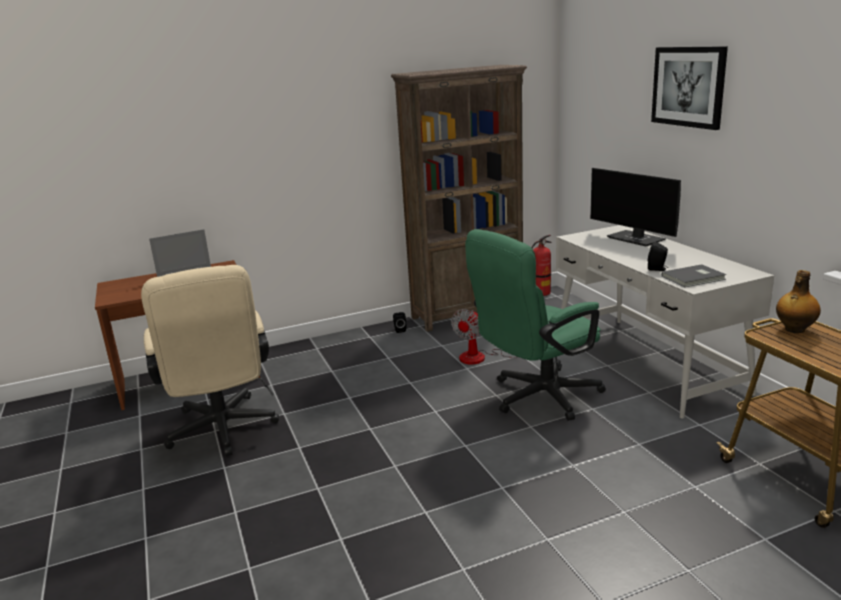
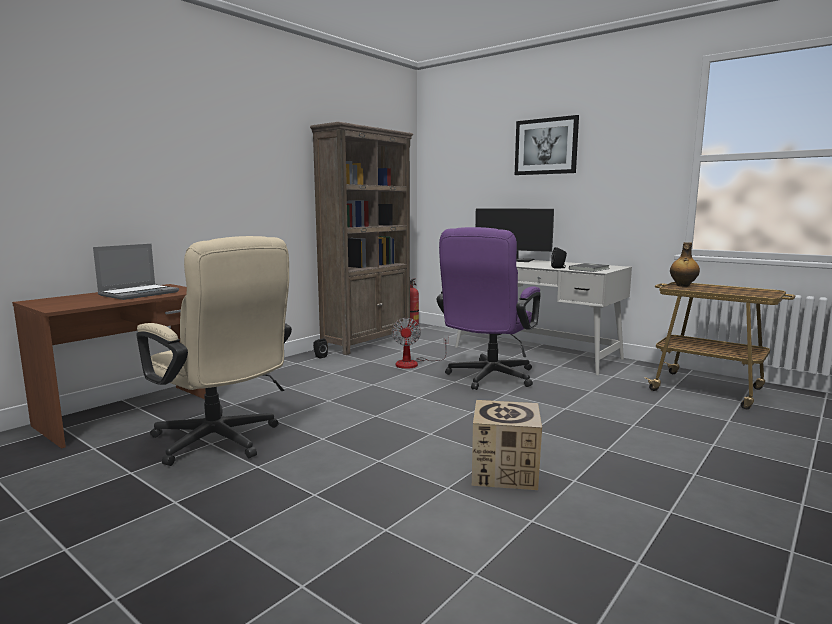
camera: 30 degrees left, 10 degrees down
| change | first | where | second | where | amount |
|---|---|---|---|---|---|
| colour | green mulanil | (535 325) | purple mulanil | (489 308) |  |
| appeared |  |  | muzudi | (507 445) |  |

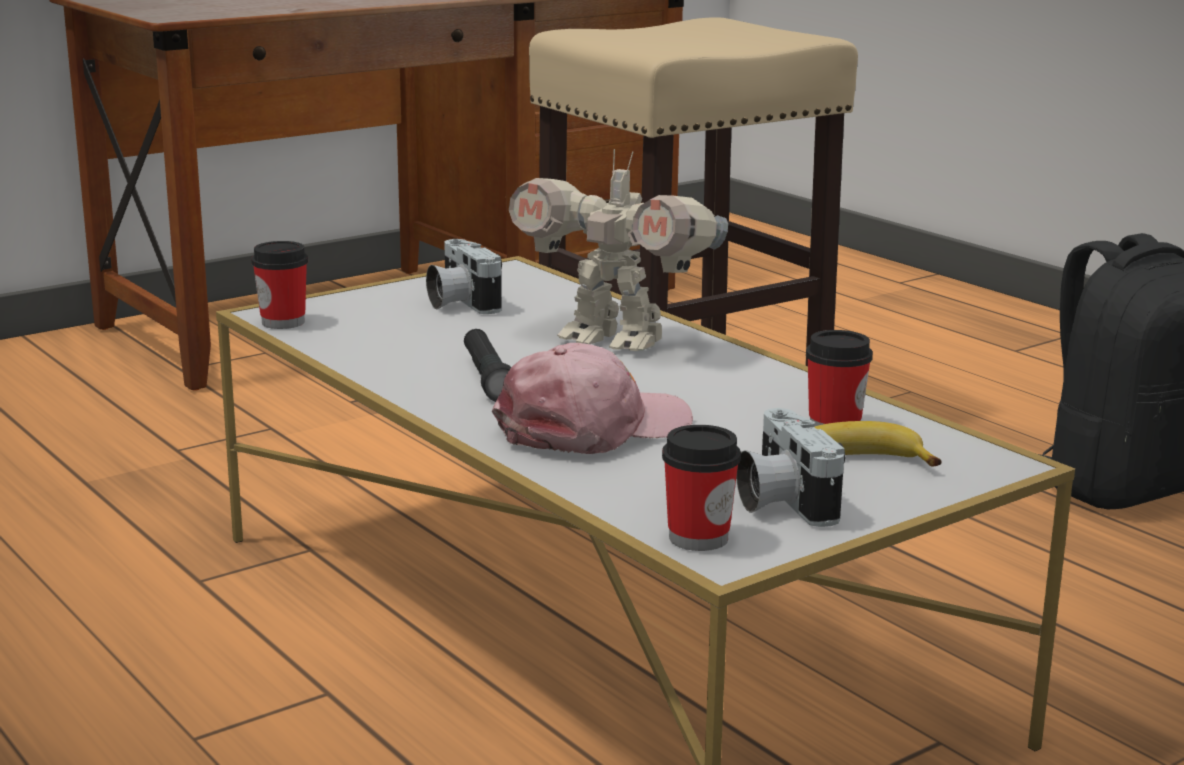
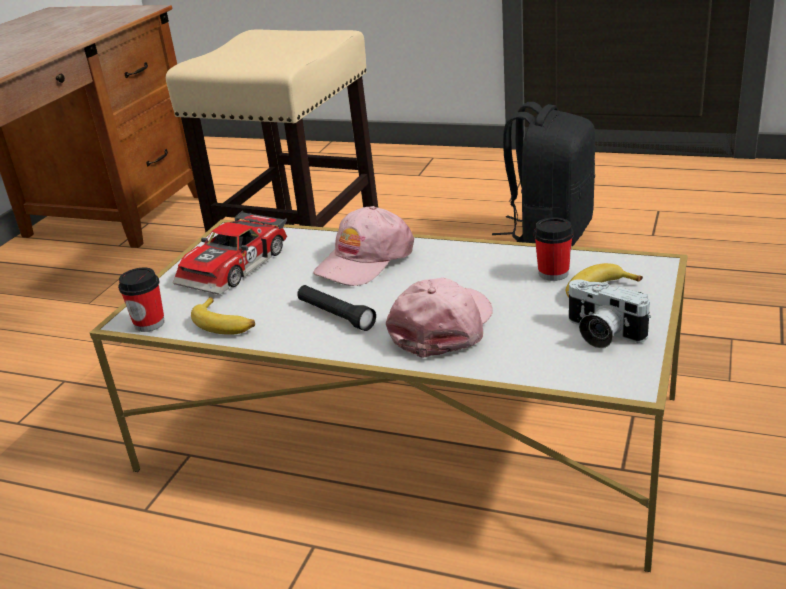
camera: 30 degrees left, 10 degrees up
| change | first | where | second | where | amount |
|---|---|---|---|---|---|
| exchanged | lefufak | (464 276) | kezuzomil | (230 253) |  |
| exchanged | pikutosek | (618 250) | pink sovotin | (363 246) |  |
| missing | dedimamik | (701 488) |  |  |  |
| appeared |  |  | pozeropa | (223 316) |  |

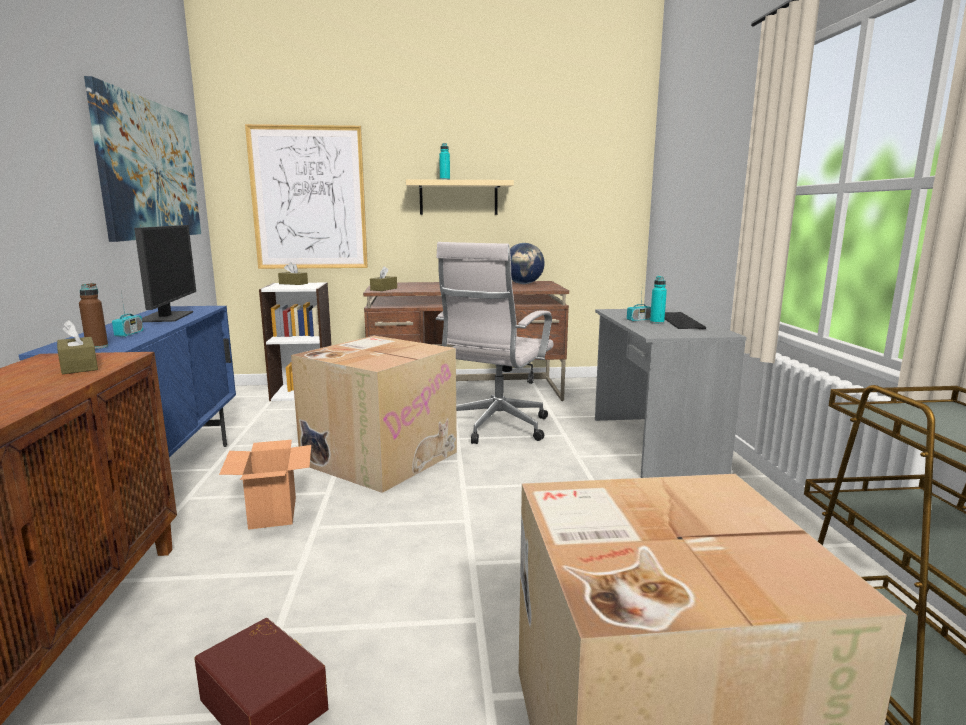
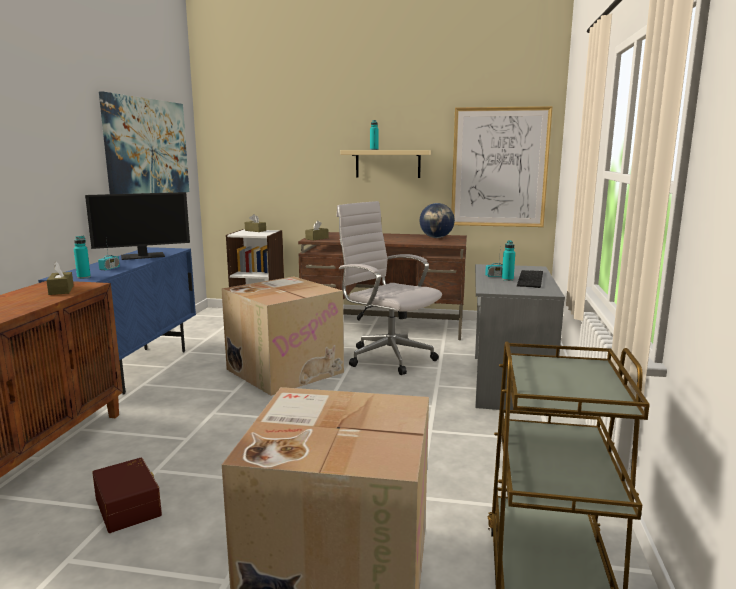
camera: 15 degrees right, 0 degrees up
| change | first | where | second | where | amount |
|---|---|---|---|---|---|
| colour | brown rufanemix | (93 316) | turquoise rufanemix | (82 257) |  |
| spun | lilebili | (165 273) |  | (137 226) | 60 degrees clockwise |
| missing | muzudi | (265 485) |  |  |  |
| relocated | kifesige | (306 196) |  | (502 166) |  |
| spun | white mulanil | (495 343) |  | (389 288) | 90 degrees clockwise |

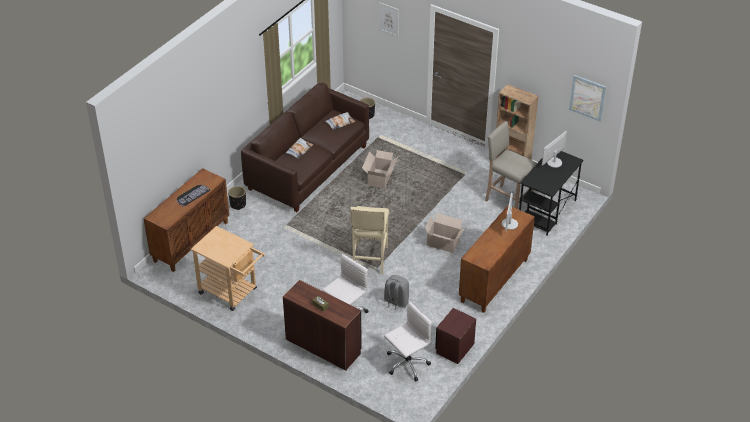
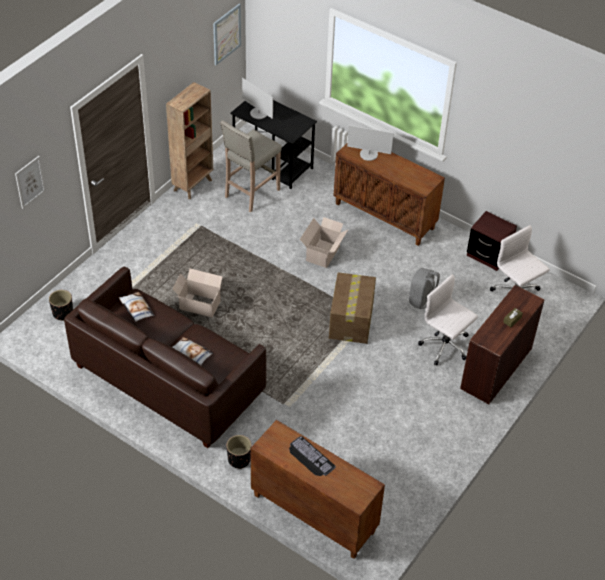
camera: 90 degrees left, 5 degrees up
| change | first | where | second | where | amount |
|---|---|---|---|---|---|
| missing | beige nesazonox | (228 268) |  |  |  |
| exchanged | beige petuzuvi | (369 240) | muzudi | (352 308) |  |

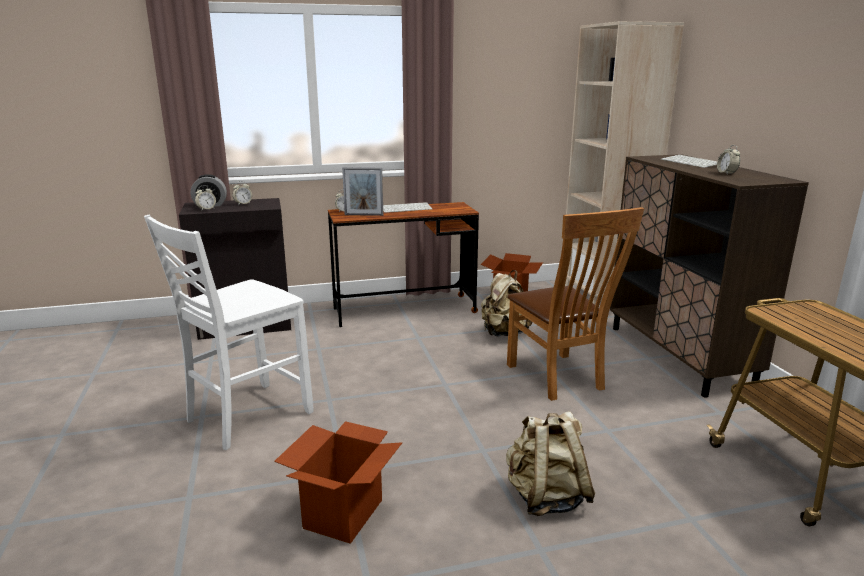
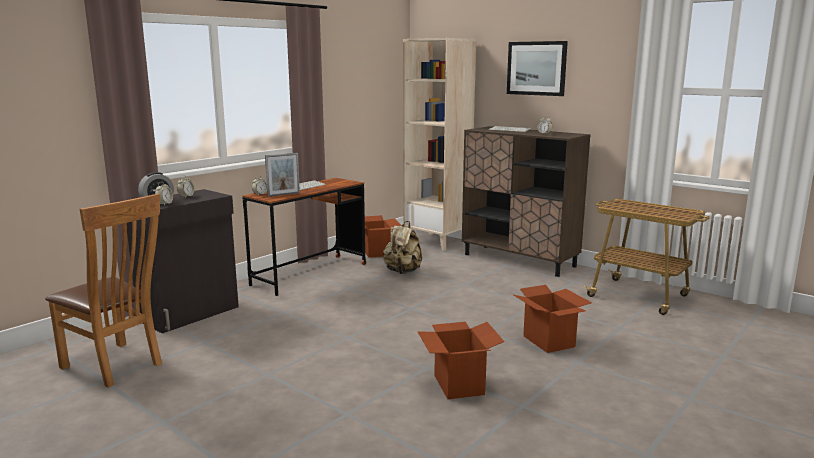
camera: 35 degrees left, 5 degrees down
| change | first | where | second | where | amount |
|---|---|---|---|---|---|
| missing | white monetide | (229 332) |  |  |  |
| exchanged | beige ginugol | (550 463) | muzudi | (553 319) |  |
| relocated | brown monetide | (575 304) |  | (103 291) |  |
| appeared |  |  | kifesige | (537 68) |  |

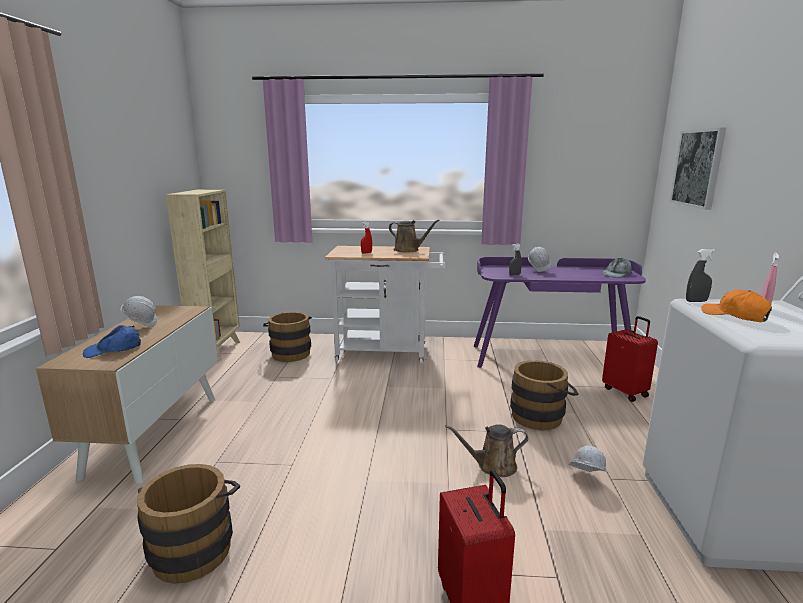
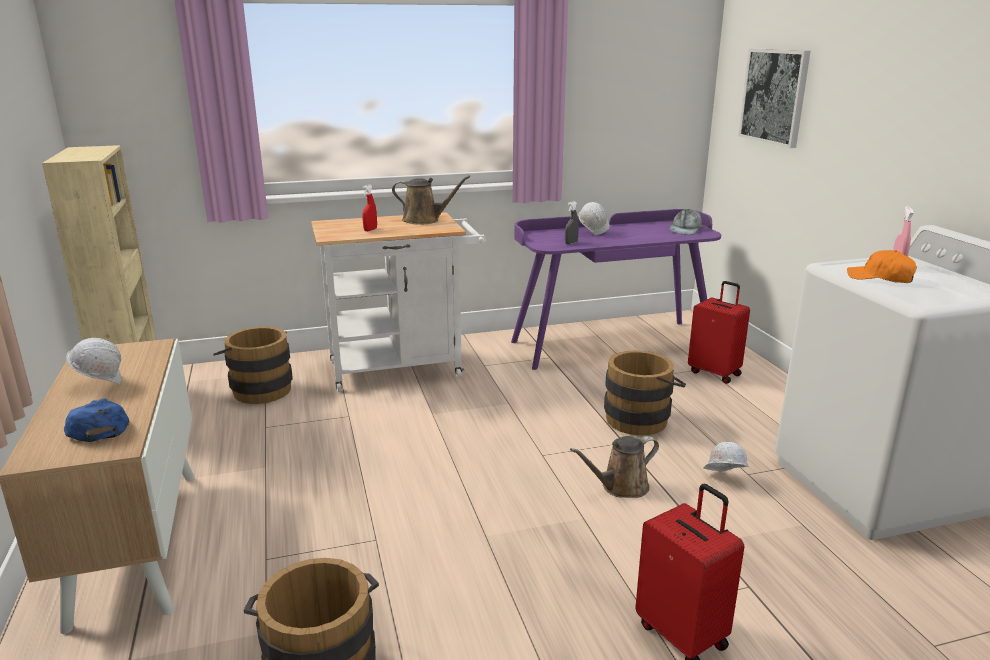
camera: 20 degrees left, 5 degrees up
| change | first | where | second | where | amount |
|---|---|---|---|---|---|
| spun | blue sovotin | (112 341) |  | (96 420) | 105 degrees clockwise |
| missing | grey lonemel | (701 275) |  |  |  |

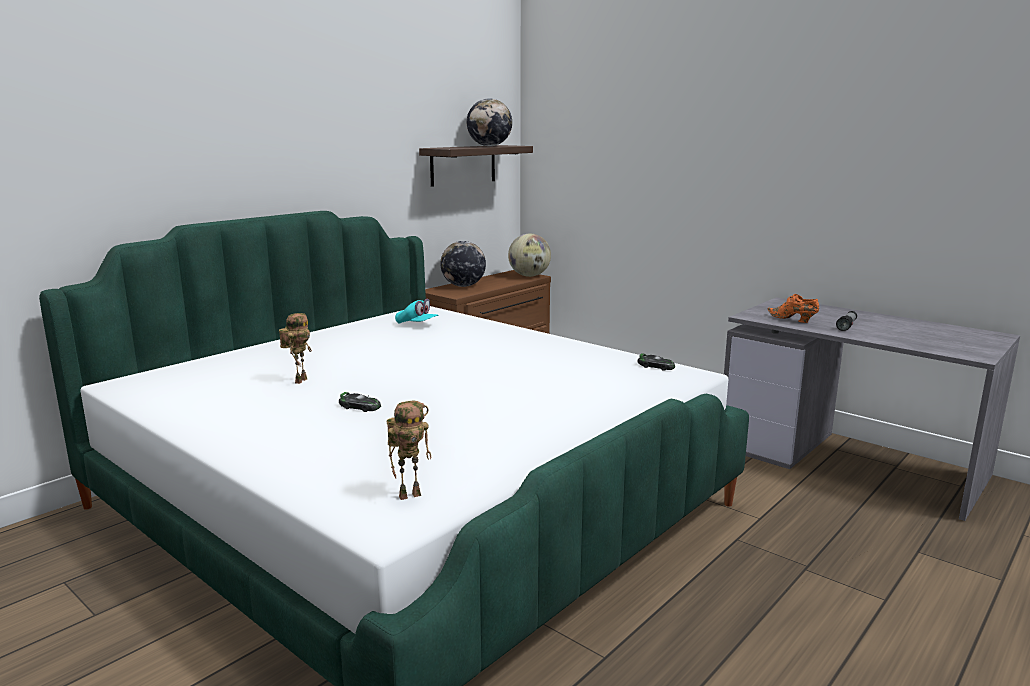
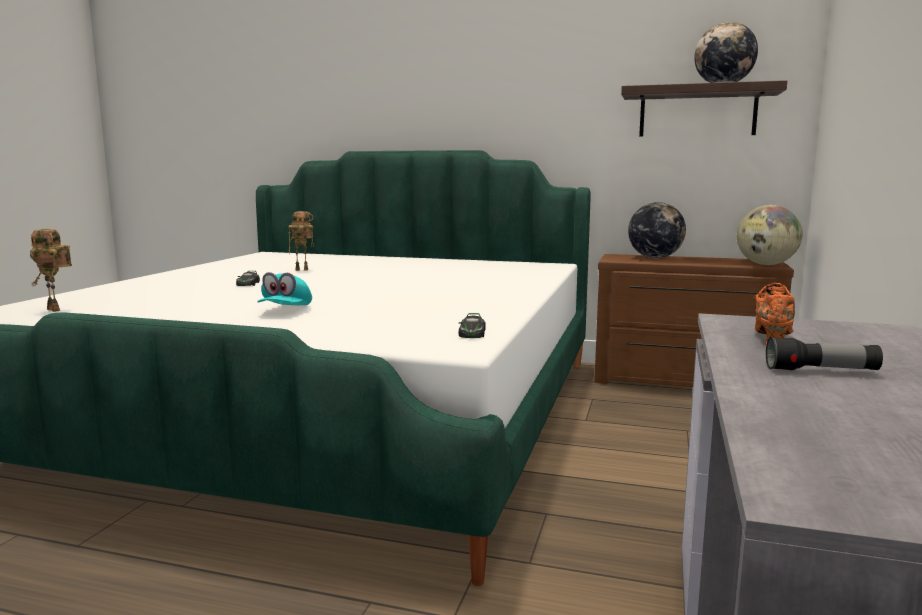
camera: 65 degrees right, 5 degrees down
| change | first | where | second | where | amount |
|---|---|---|---|---|---|
| relocated | turquoise sovotin | (417 311) |  | (284 288) |  |

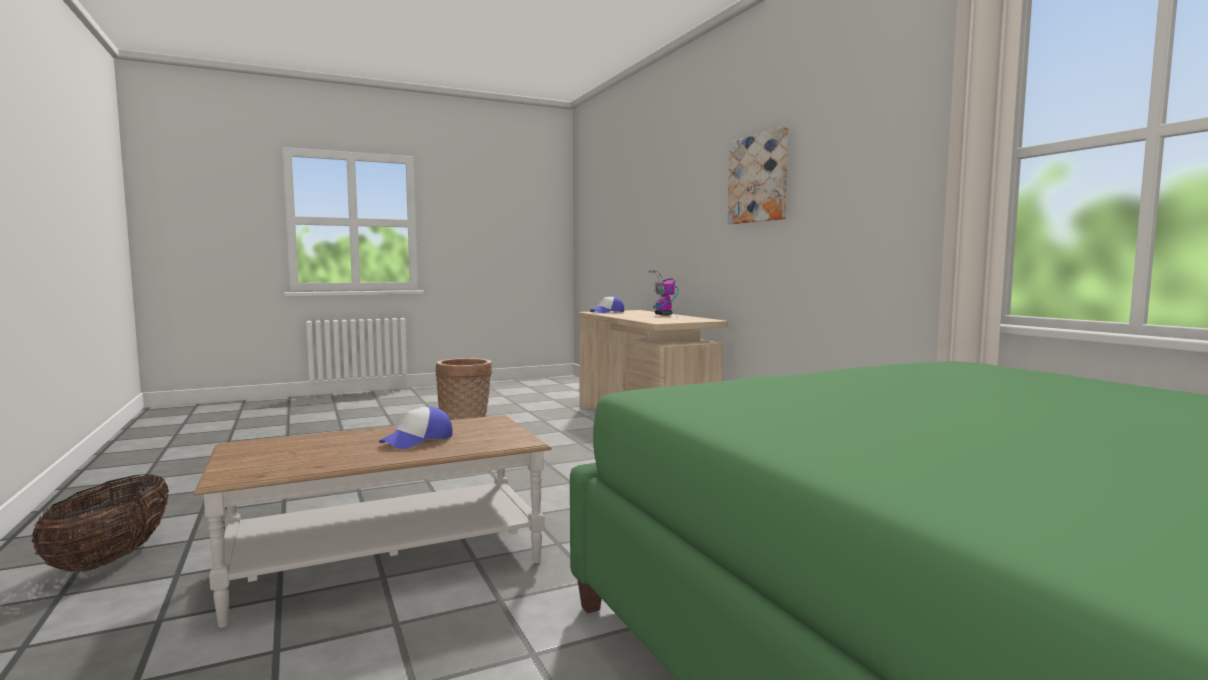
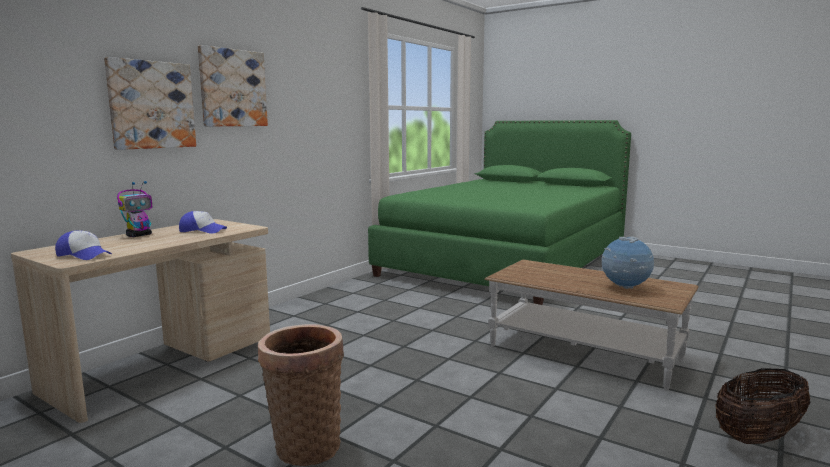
camera: 120 degrees left, 5 degrees up
| change | first | where | second | where | amount |
|---|---|---|---|---|---|
| relocated | sovotin | (416 427) |  | (203 222) |  |
| appeared |  |  | kifesige | (150 103) |  |
| appeared |  |  | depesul | (628 262) |  |

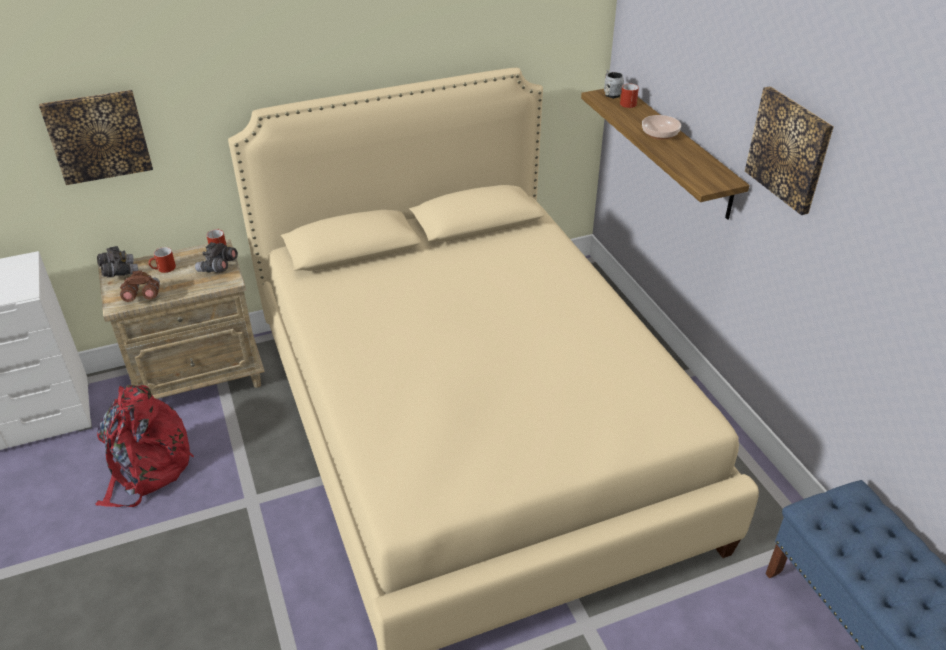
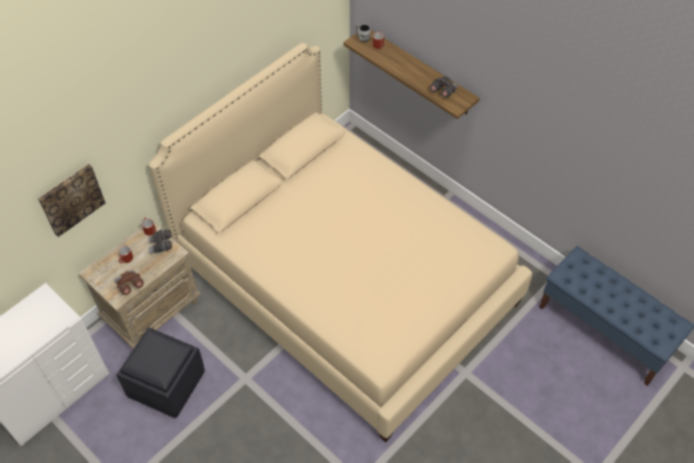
camera: 25 degrees left, 15 degrees up
| change | first | where | second | where | amount |
|---|---|---|---|---|---|
| exchanged | red ginugol | (144 446) | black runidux | (160 372) |  |
| relocated | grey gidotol | (117 261) |  | (444 86) |  |
| missing | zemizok | (661 127) |  |  |  |
| missing | kifesige | (789 150) |  |  |  |

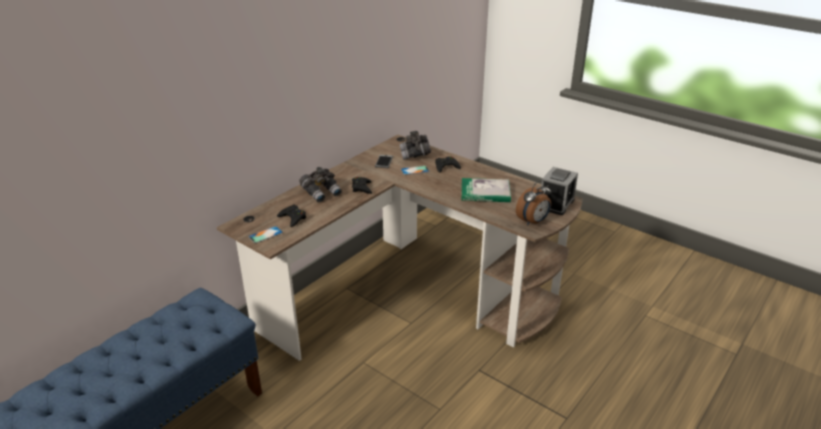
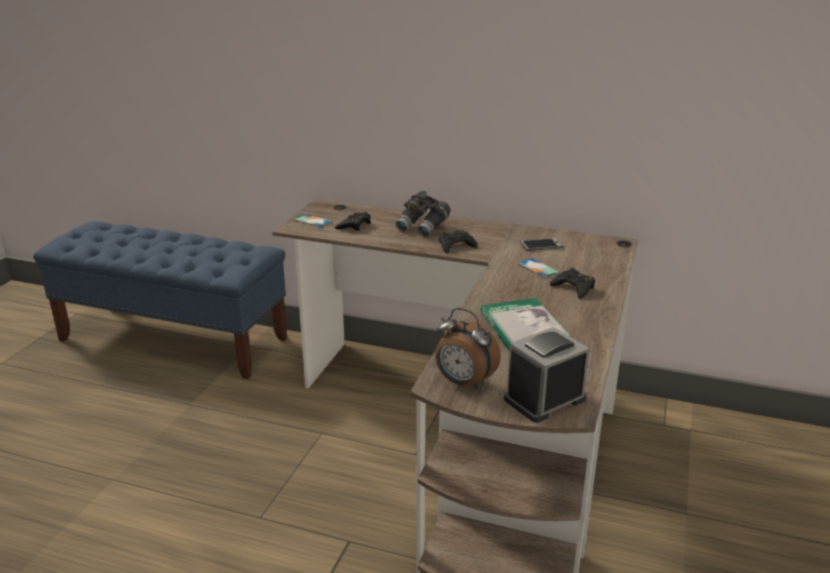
camera: 70 degrees right, 5 degrees down
| change | first | where | second | where | amount |
|---|---|---|---|---|---|
| missing | grey gidotol | (415 145) |  |  |  |
| spun | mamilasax | (559 191) |  | (546 375) | 135 degrees clockwise |

